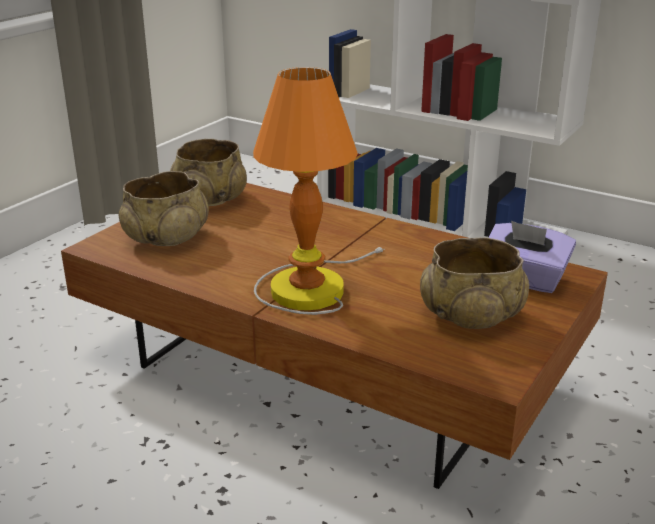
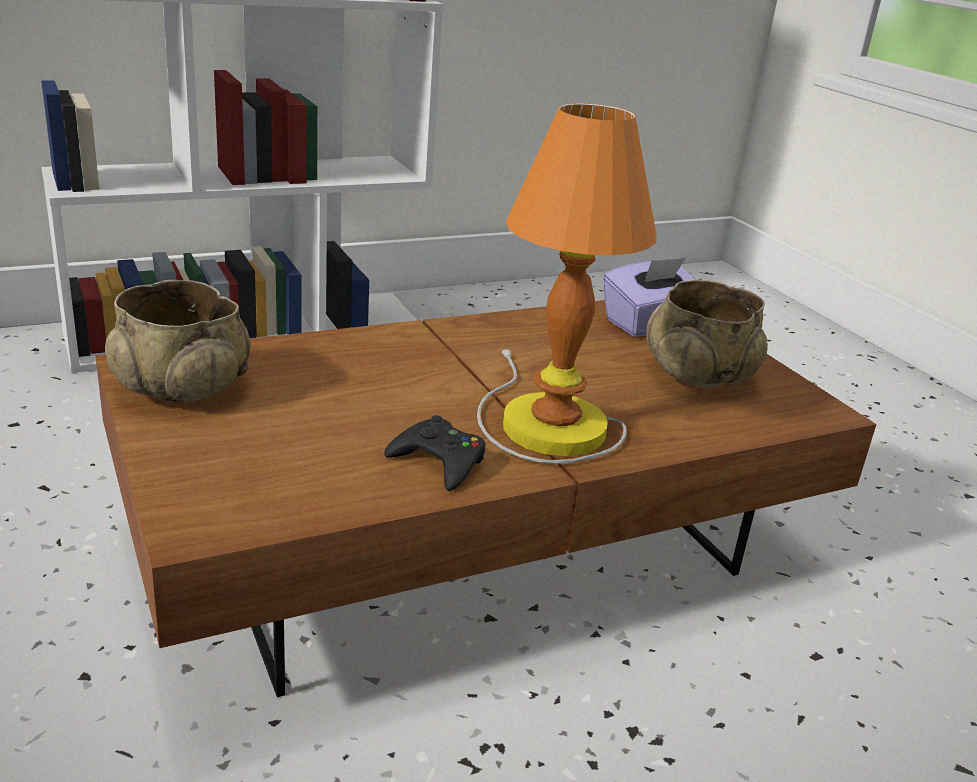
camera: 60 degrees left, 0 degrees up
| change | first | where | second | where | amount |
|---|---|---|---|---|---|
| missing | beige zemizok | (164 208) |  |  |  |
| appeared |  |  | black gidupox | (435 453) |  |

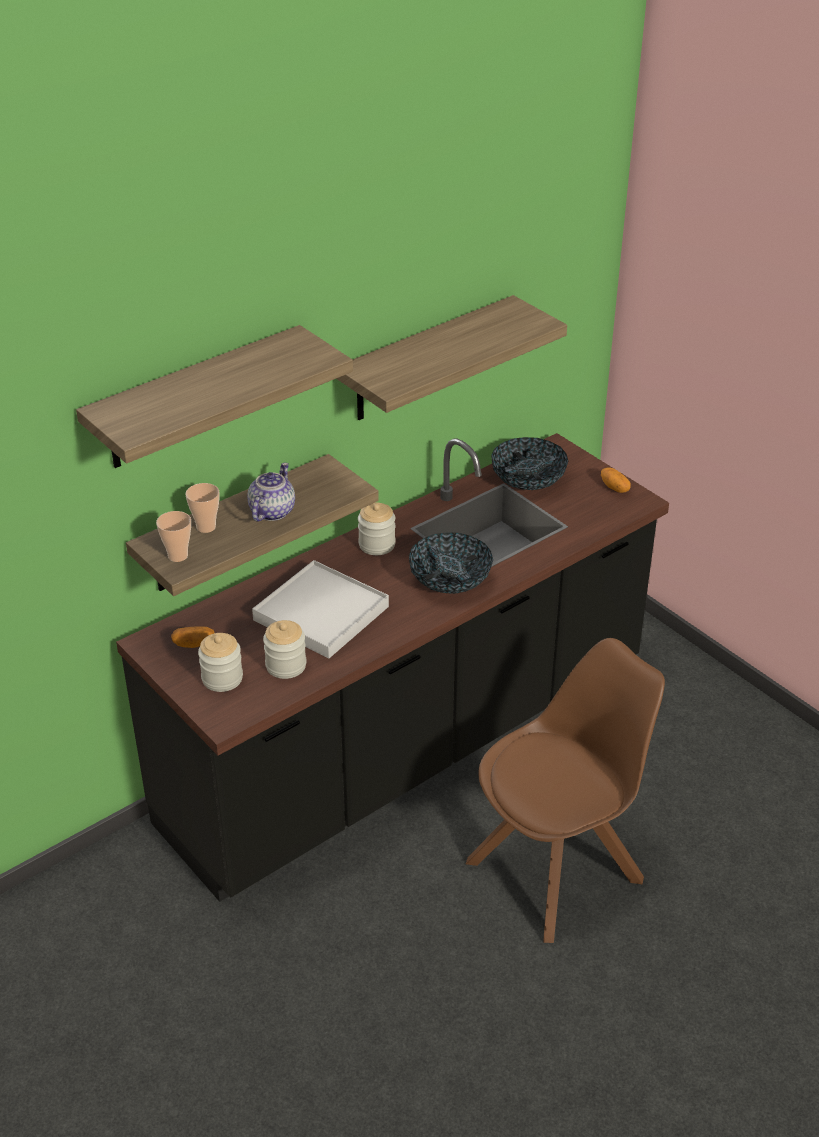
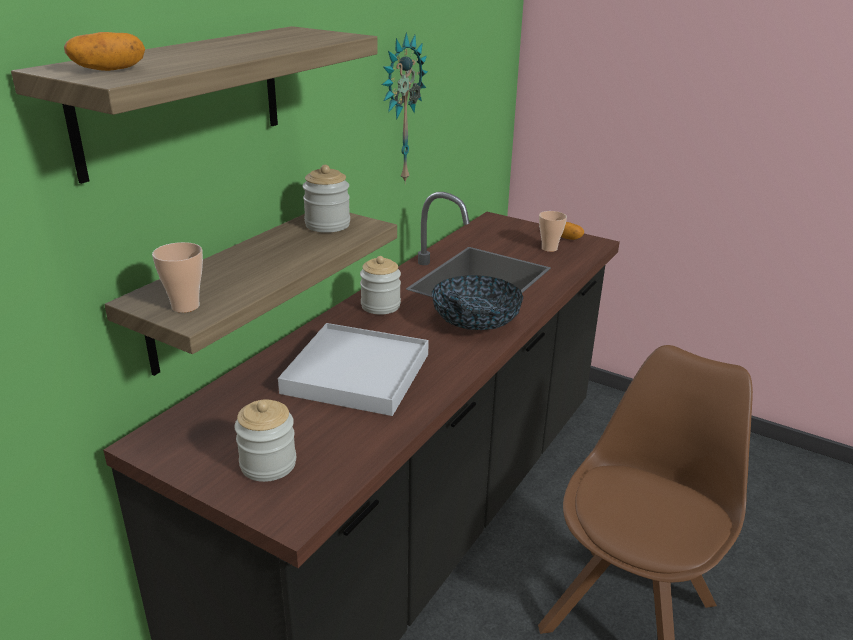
camera: 20 degrees left, 10 degrees down
| change | first | where | second | where | amount |
|---|---|---|---|---|---|
| relocated | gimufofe | (192 637) |  | (104 51) |  |
| relocated | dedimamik | (202 508) |  | (553 231) |  |
| missing | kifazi | (271 492) |  |  |  |
| relocated | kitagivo | (284 649) |  | (326 199) |  |
| exchanged | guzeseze | (451 357) | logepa | (405 108) |  |
| missing | zemizok | (529 463) |  |  |  |

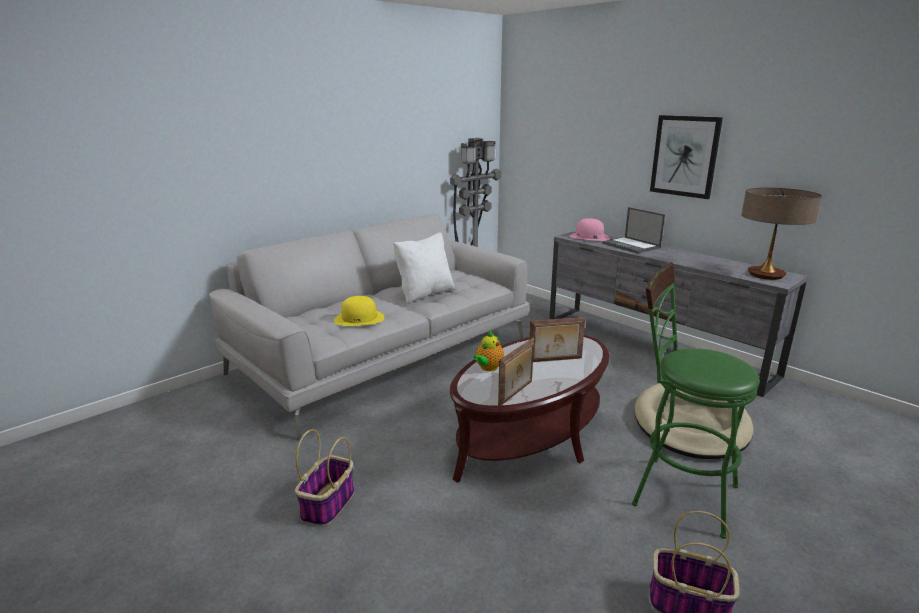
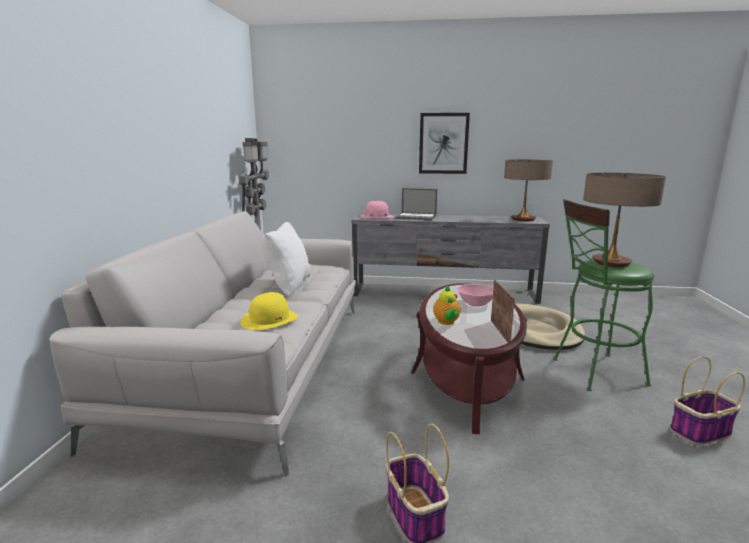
camera: 40 degrees left, 5 degrees down
| change | first | where | second | where | amount |
|---|---|---|---|---|---|
| exchanged | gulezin | (557 339) | pink zemizok | (475 295) |  |
| appeared |  |  | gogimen | (624 220) |  |

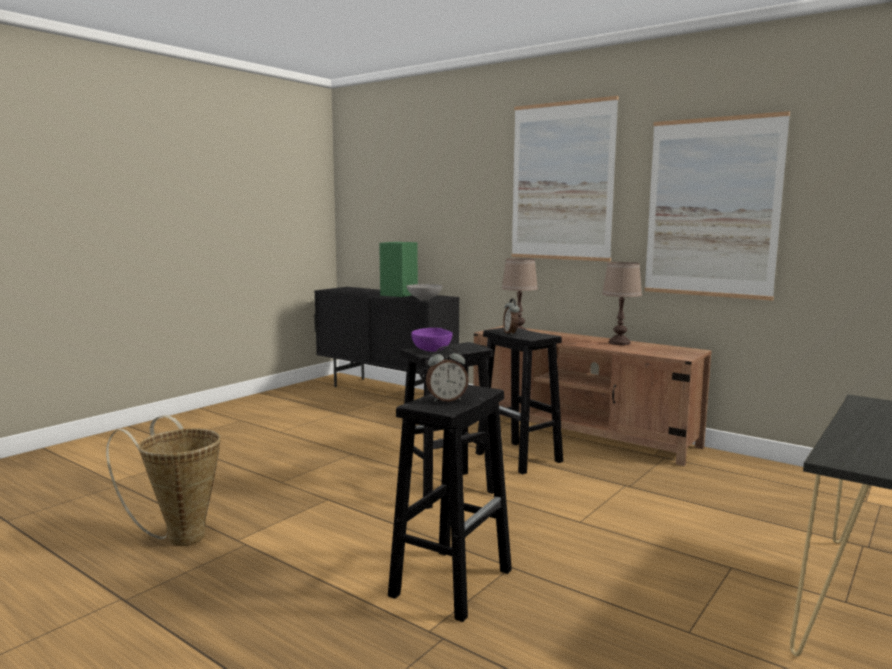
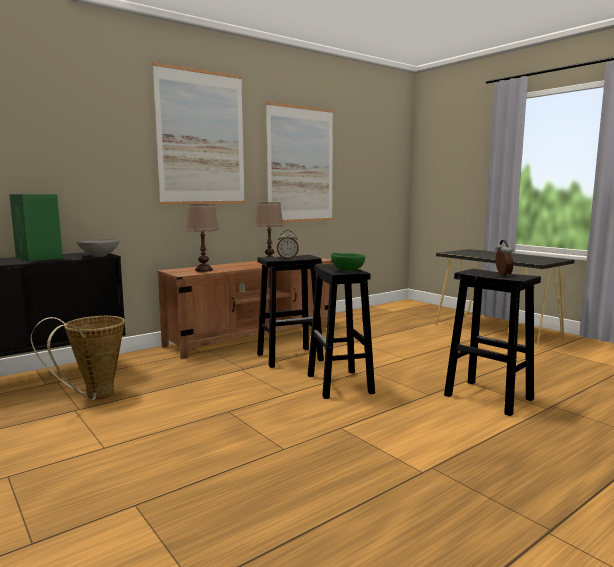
camera: 75 degrees left, 0 degrees up
| change | first | where | second | where | amount |
|---|---|---|---|---|---|
| relocated | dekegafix | (163 480) |  | (77 358) |  |
| colour | purple zemizok | (432 340) | green zemizok | (348 262) |  |

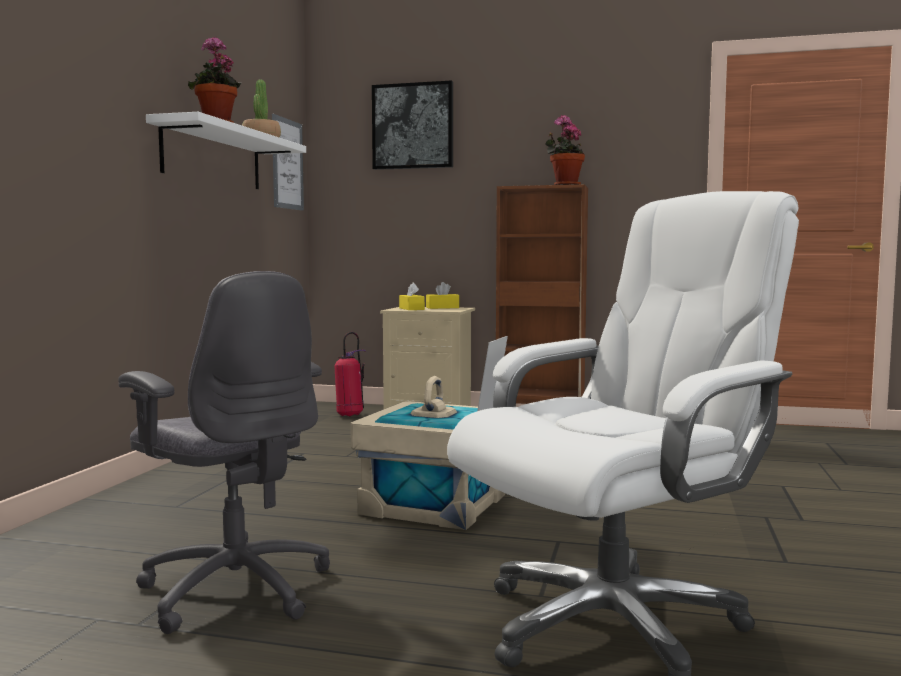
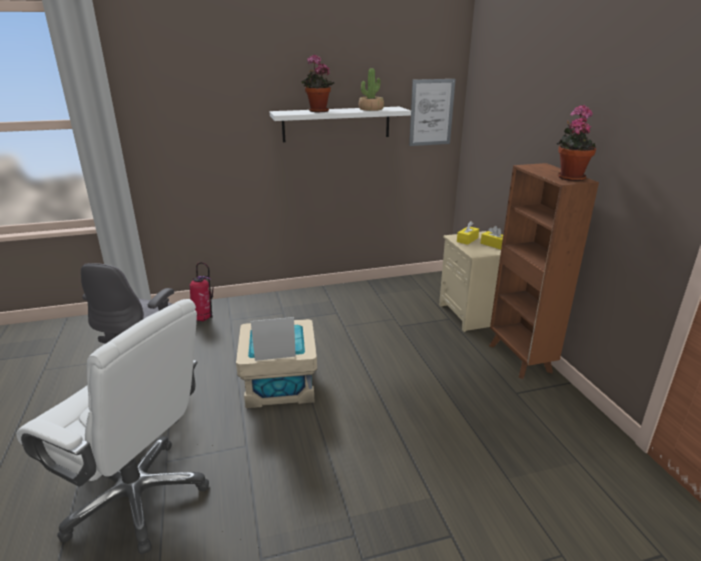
camera: 60 degrees right, 20 degrees up
| change | first | where | second | where | amount |
|---|---|---|---|---|---|
| relocated | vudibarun | (350 374) |  | (201 291) |  |
| missing | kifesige | (412 125) |  |  |  |

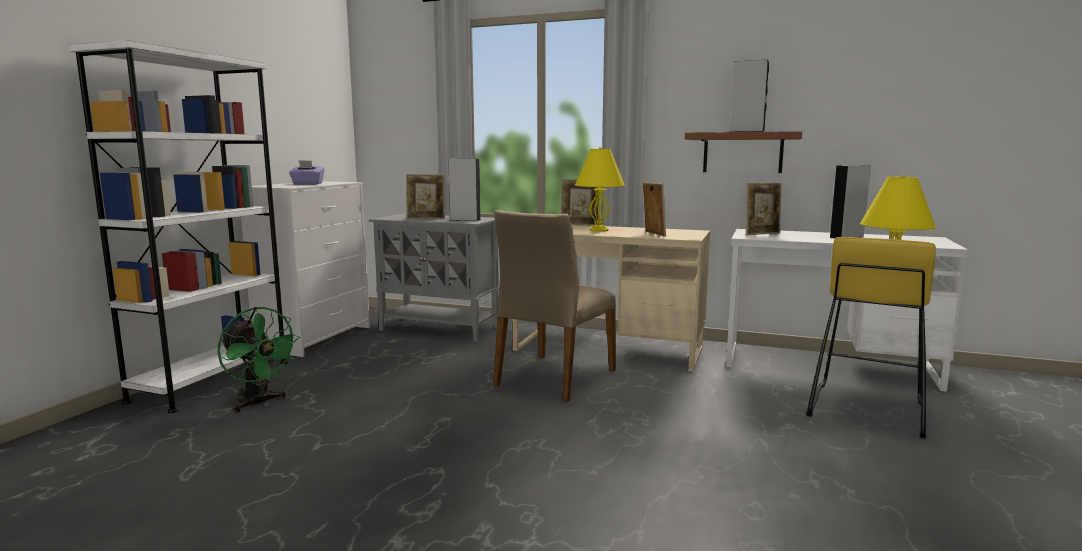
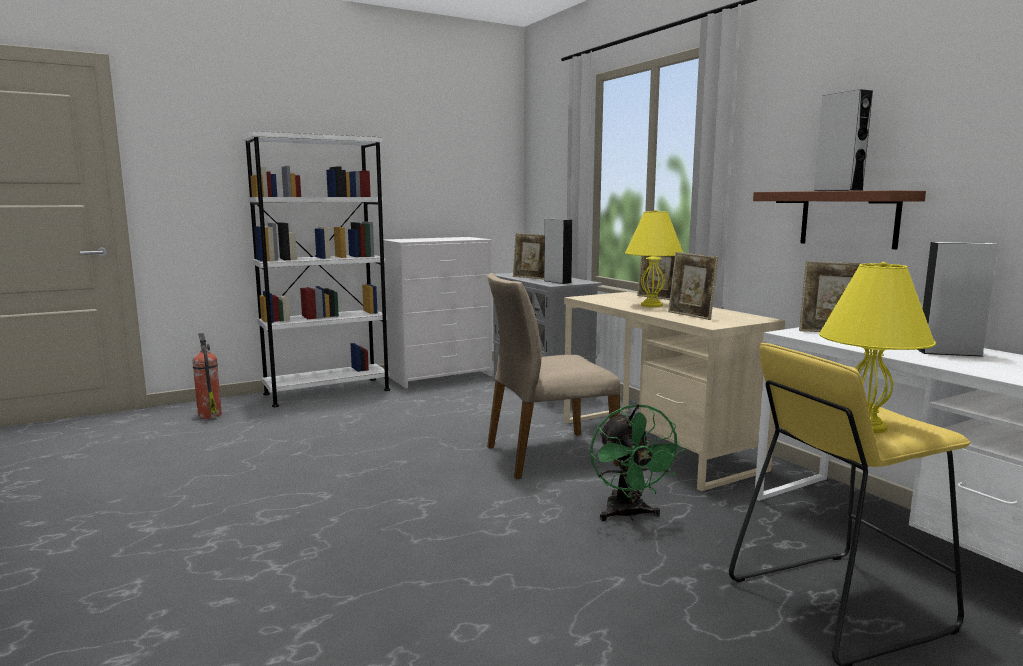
camera: 40 degrees right, 0 degrees up
| change | first | where | second | where | amount |
|---|---|---|---|---|---|
| relocated | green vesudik | (259 360) |  | (637 462) |  |
| missing | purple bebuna | (307 172) |  |  |  |
| spun | gulezin | (654 210) |  | (693 286) | 120 degrees clockwise |
| appeared |  |  | vudibarun | (207 376) |  |

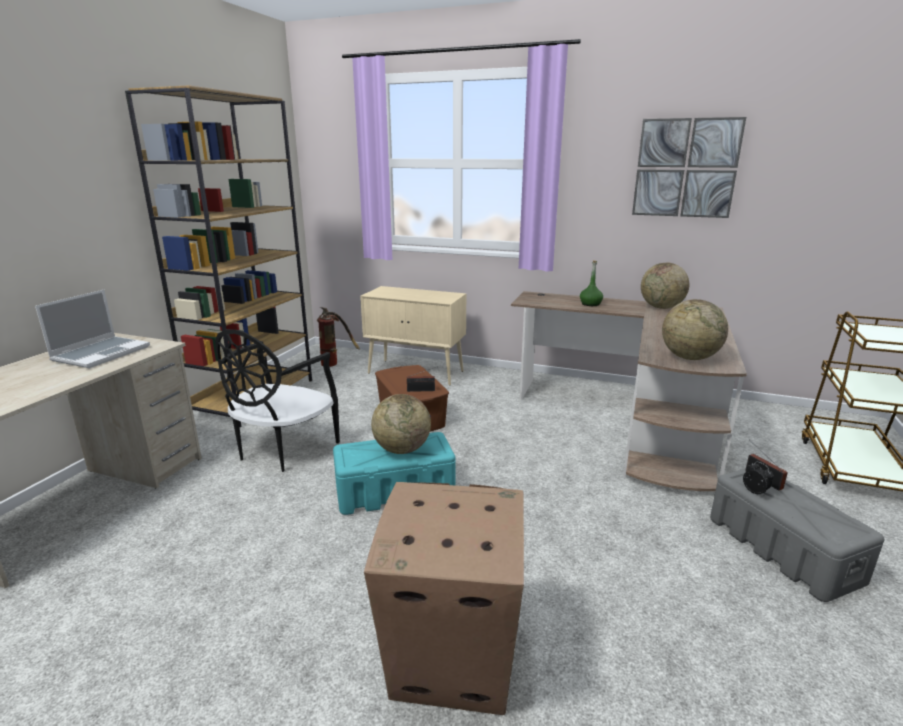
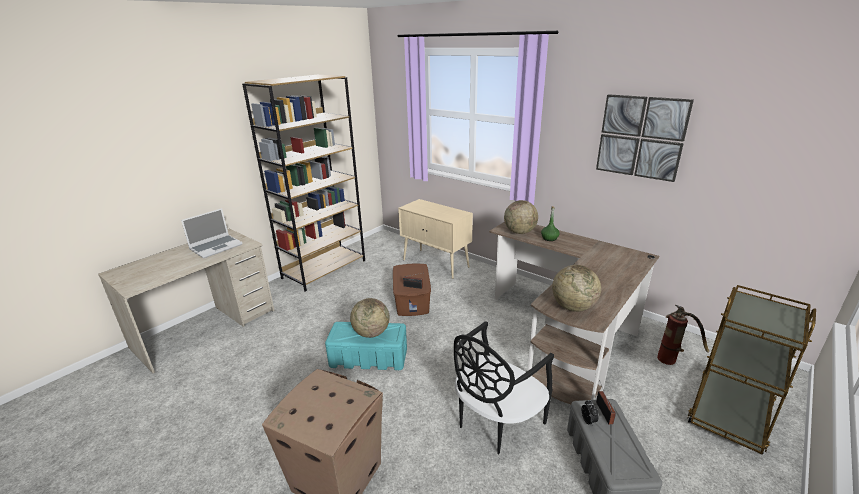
camera: 20 degrees right, 5 degrees up
| change | first | where | second | where | amount |
|---|---|---|---|---|---|
| relocated | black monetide | (277 400) |  | (504 387) |  |
| relocated | vudibarun | (338 337) |  | (683 335) |  |
| relocated | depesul | (665 286) |  | (521 217) |  |

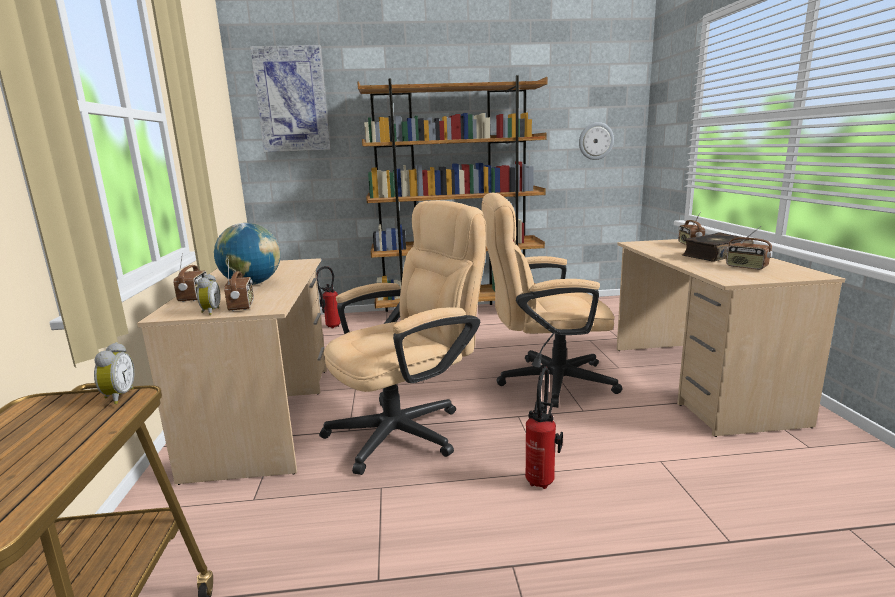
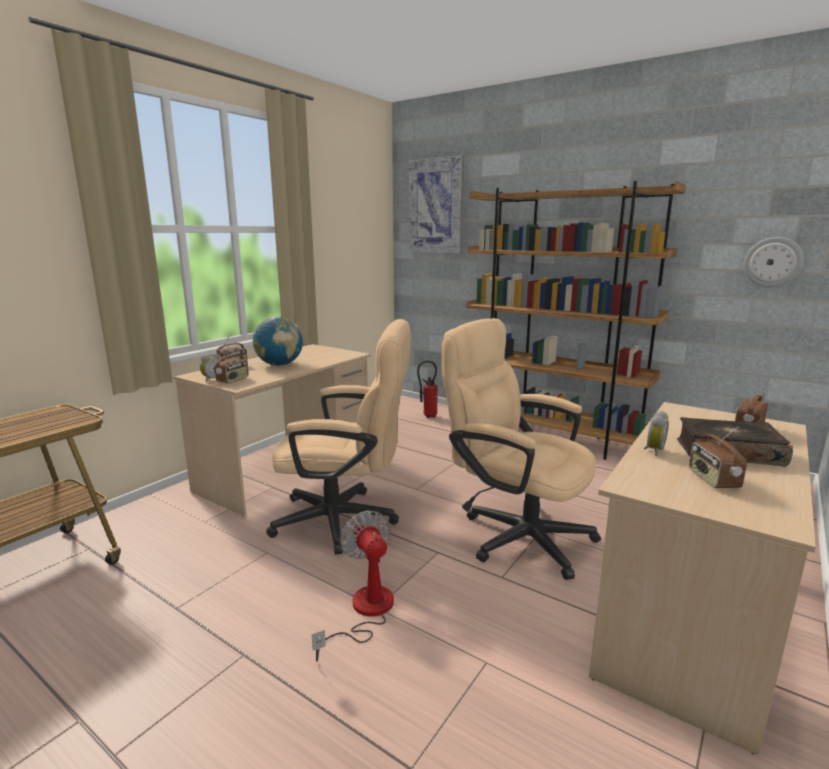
camera: 40 degrees right, 0 degrees up
| change | first | where | second | where | amount |
|---|---|---|---|---|---|
| relocated | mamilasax | (114 373) |  | (656 433) |  |
| exchanged | vudibarun | (544 427) | vesudik | (353 585) |  |

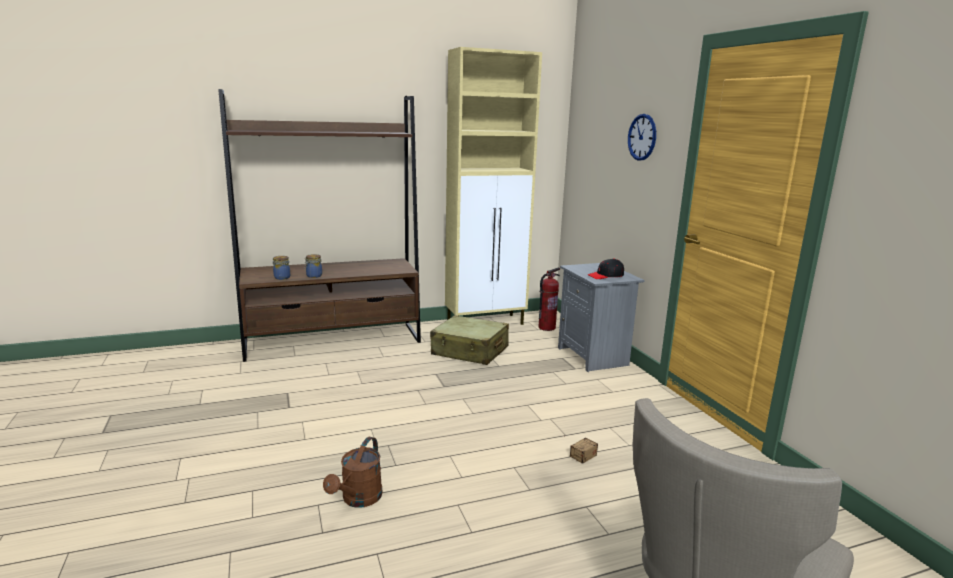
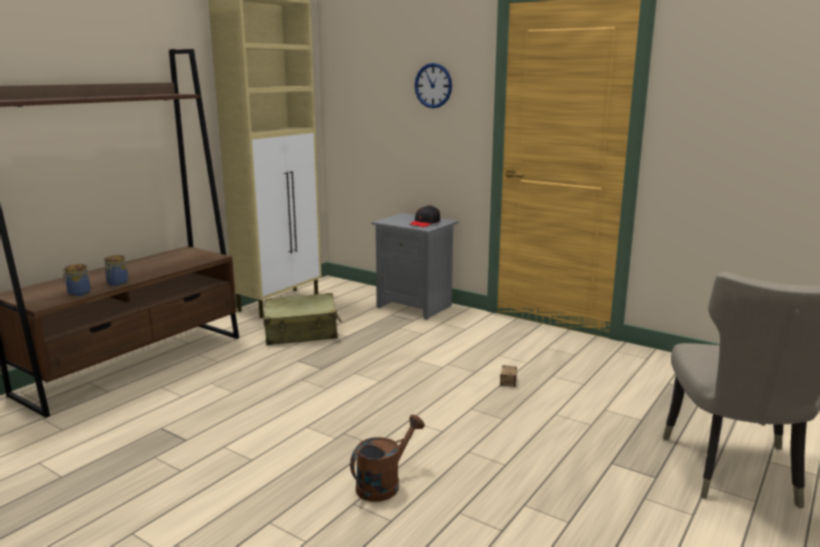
camera: 35 degrees left, 0 degrees up
| change | first | where | second | where | amount |
|---|---|---|---|---|---|
| spun | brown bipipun | (352 472) |  | (387 458) | 120 degrees counterclockwise |
| missing | vudibarun | (549 299) |  |  |  |

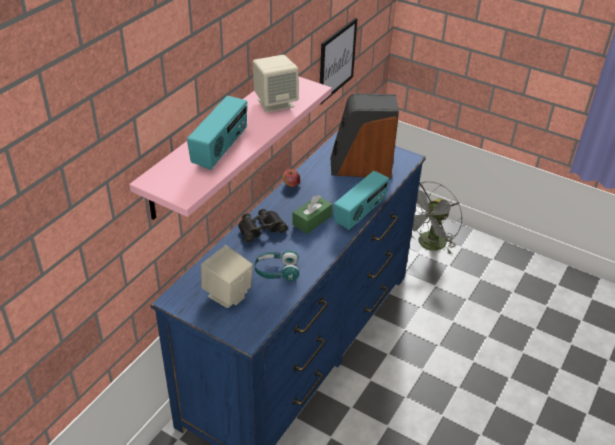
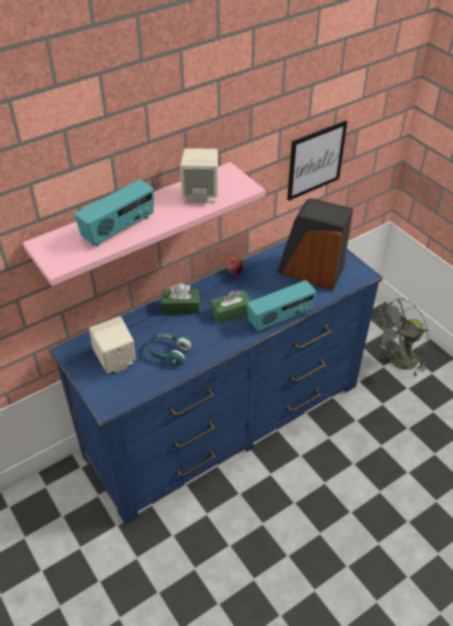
camera: 25 degrees right, 5 degrees up
| change | first | where | second | where | amount |
|---|---|---|---|---|---|
| exchanged | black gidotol | (263 226) | green bebuna | (181 299) |  |

